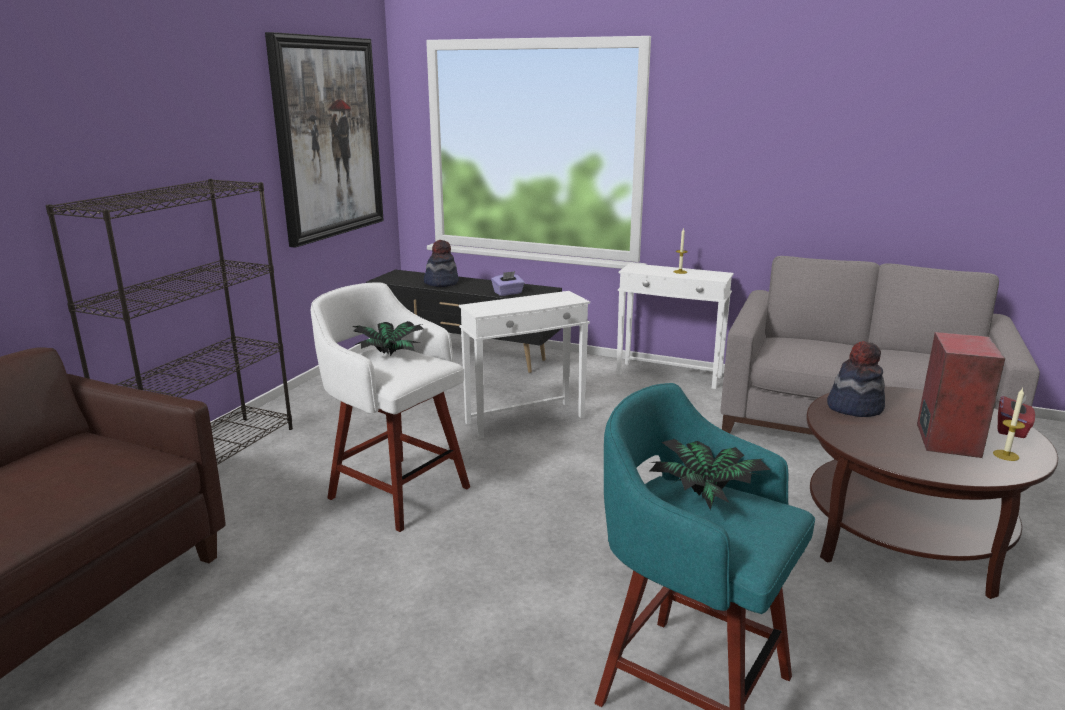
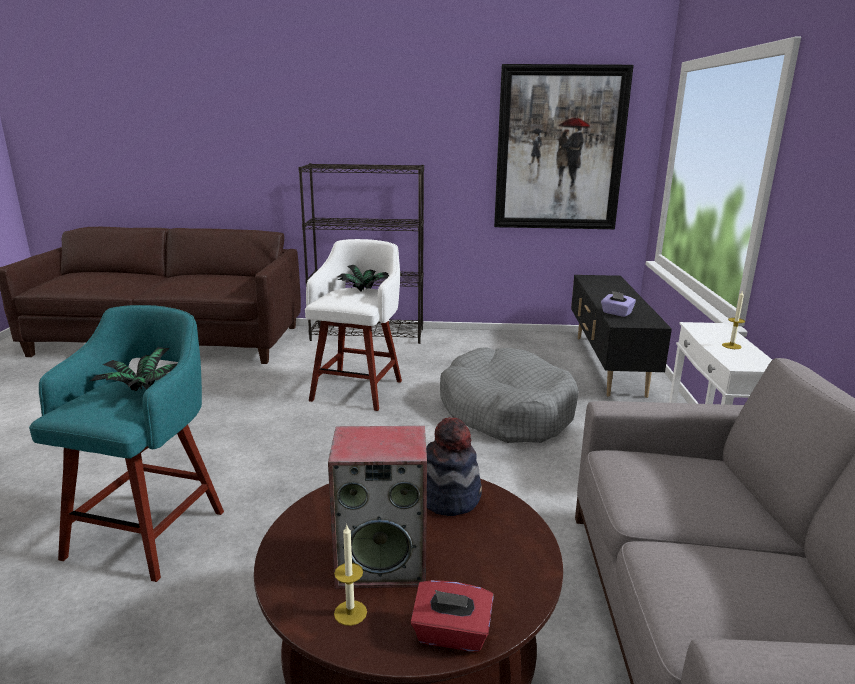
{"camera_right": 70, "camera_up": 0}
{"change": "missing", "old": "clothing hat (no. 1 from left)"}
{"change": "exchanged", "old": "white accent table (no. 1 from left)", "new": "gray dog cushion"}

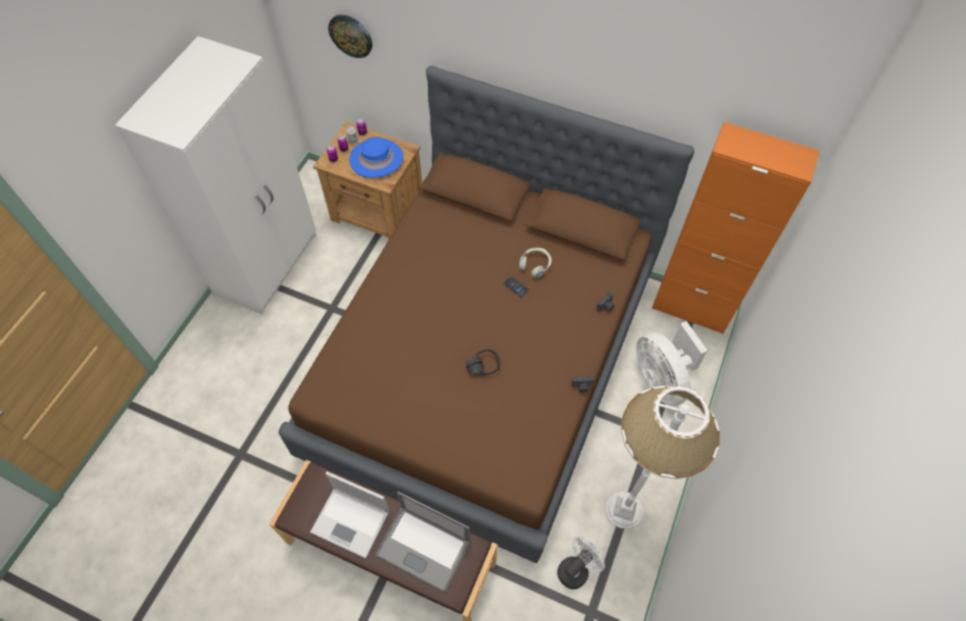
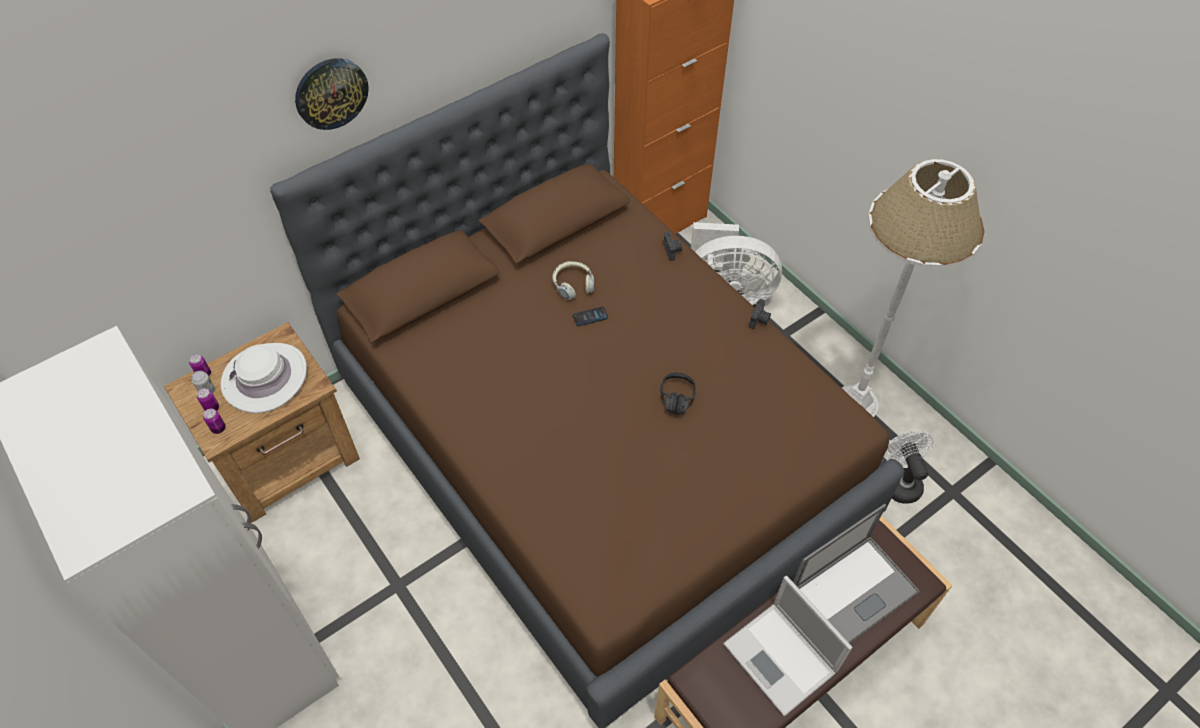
{"camera_right": -60, "camera_up": -5}
{"change": "spun", "old": "notebook computer (no. 1 from left)", "degrees": 90}
{"change": "relocated", "old": "hanging clock"}
{"change": "colour", "old": "blue-coloured clothing hat", "new": "white clothing hat"}

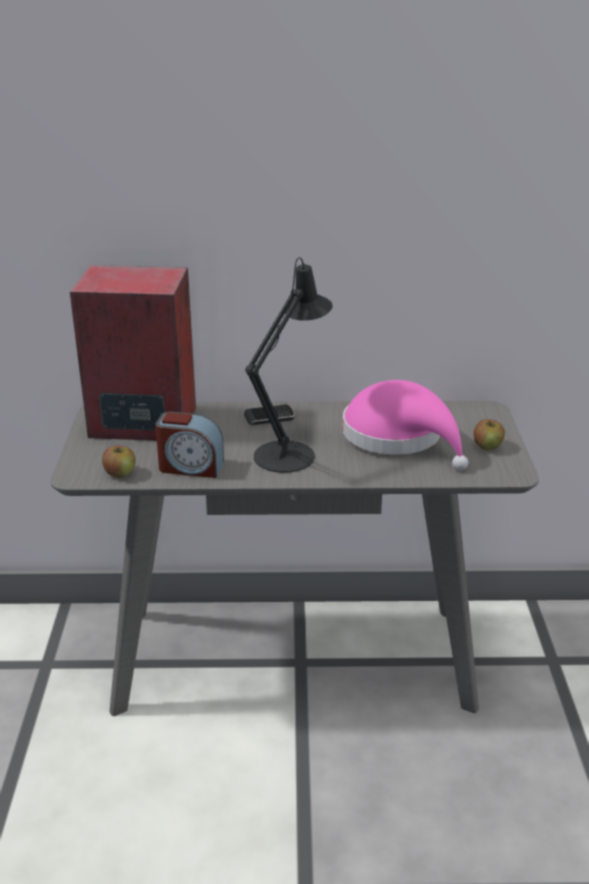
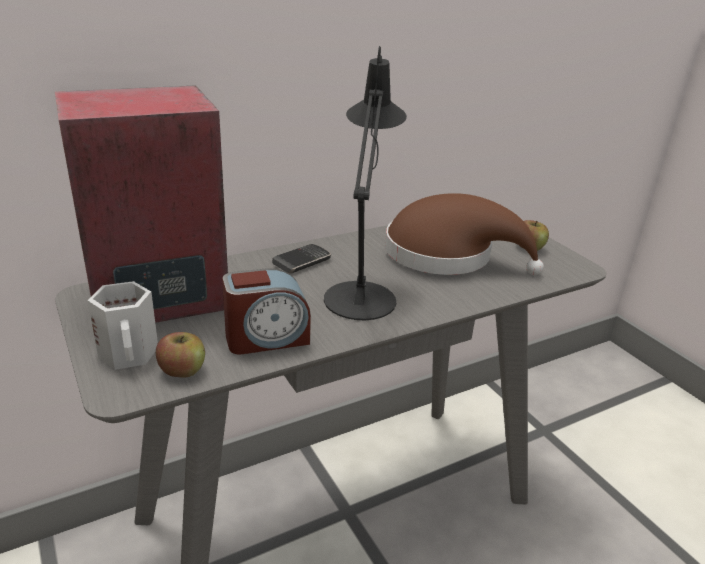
{"camera_right": -30, "camera_up": 0}
{"change": "colour", "old": "pink clothing hat", "new": "brown clothing hat"}
{"change": "appeared", "new": "white tea mug"}

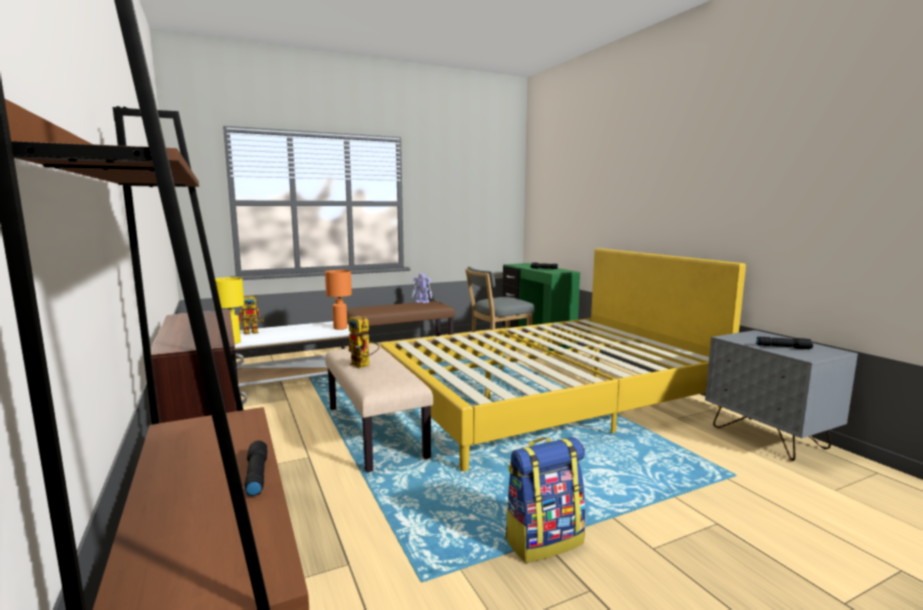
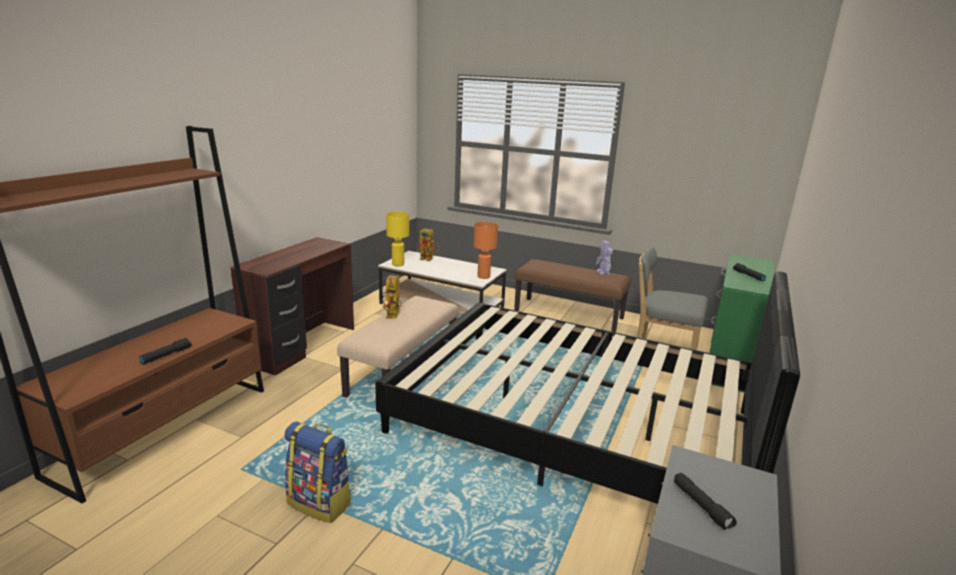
{"camera_right": 50, "camera_up": 10}
{"change": "colour", "old": "yellow bedroom bed", "new": "black-coloured bedroom bed"}

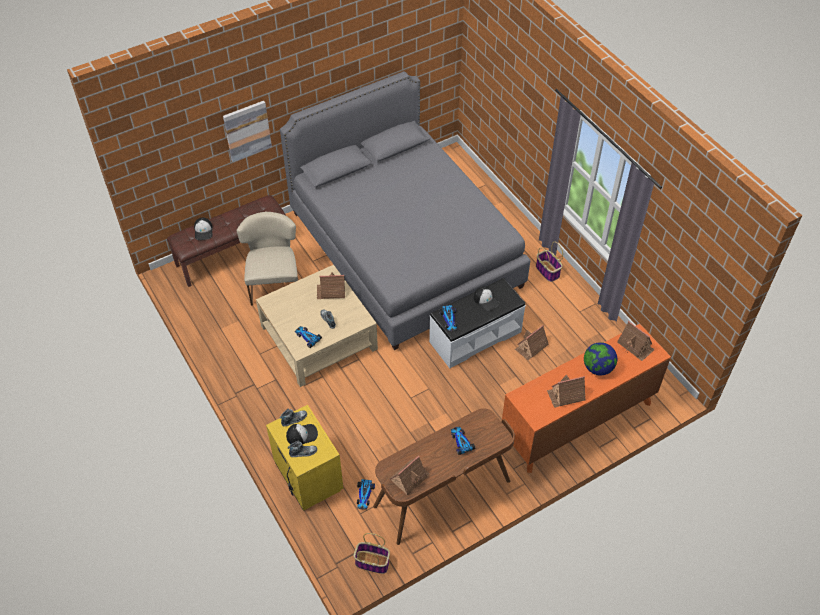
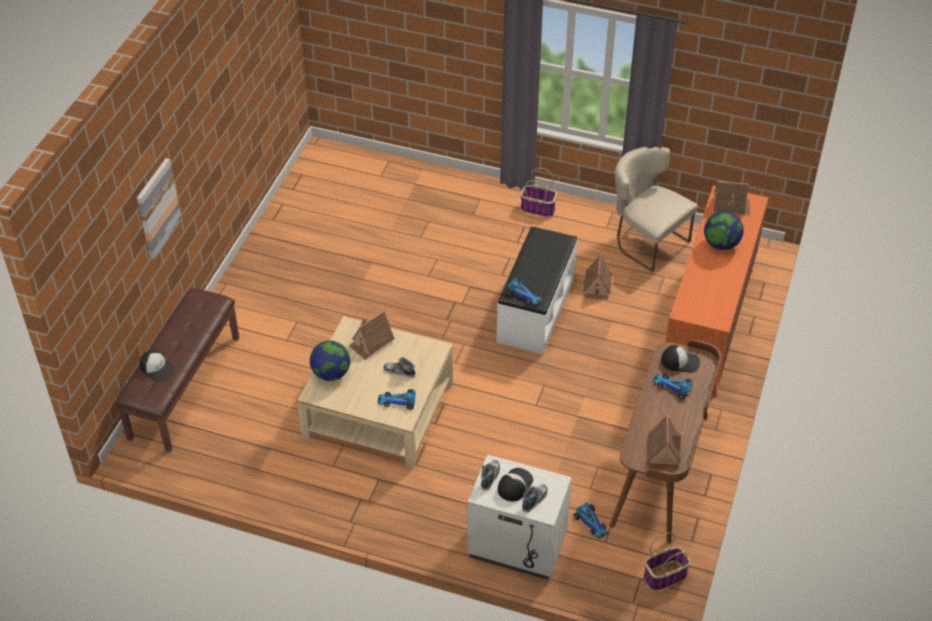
{"camera_right": -40, "camera_up": -5}
{"change": "relocated", "old": "beige-coloured chair"}
{"change": "colour", "old": "yellow night table", "new": "white night table"}
{"change": "missing", "old": "gray bedroom bed"}
{"change": "relocated", "old": "peaked cap (no. 3 from left)"}
{"change": "missing", "old": "model house (no. 4 from left)"}
{"change": "appeared", "new": "globe (no. 1 from left)"}

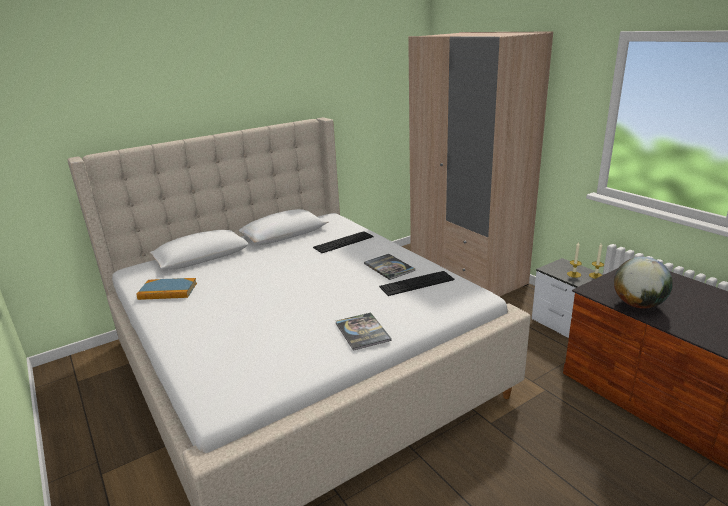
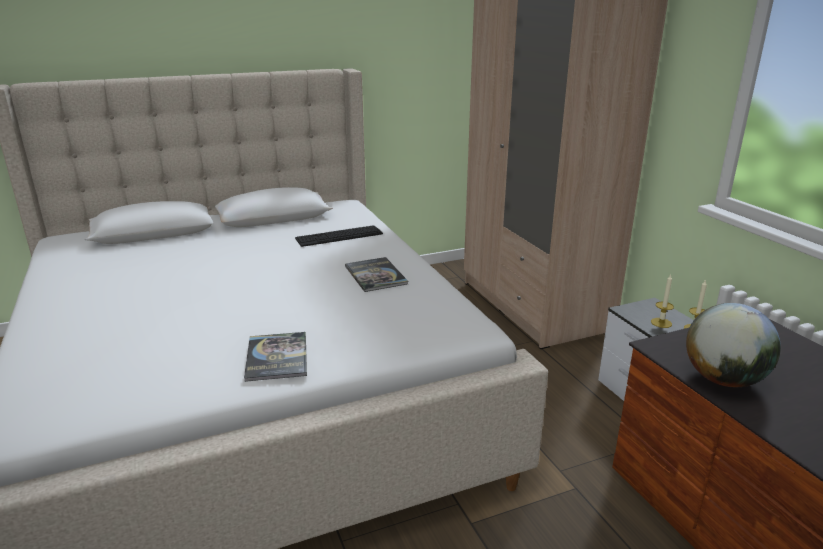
{"camera_right": 10, "camera_up": 0}
{"change": "missing", "old": "book (no. 1 from left)"}
{"change": "missing", "old": "keyboard (no. 2 from left)"}

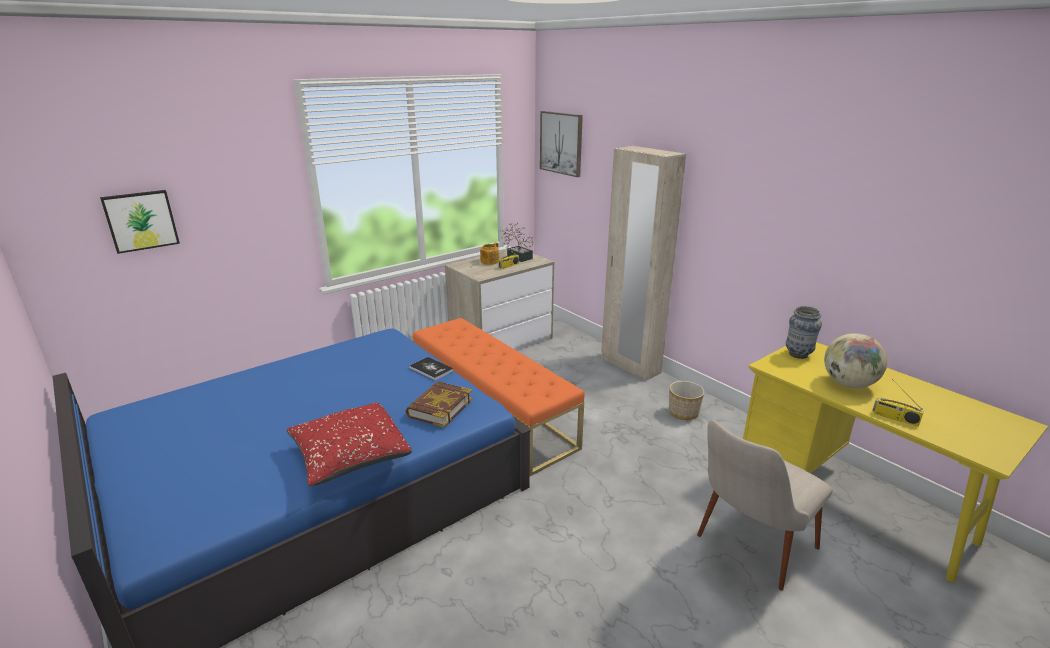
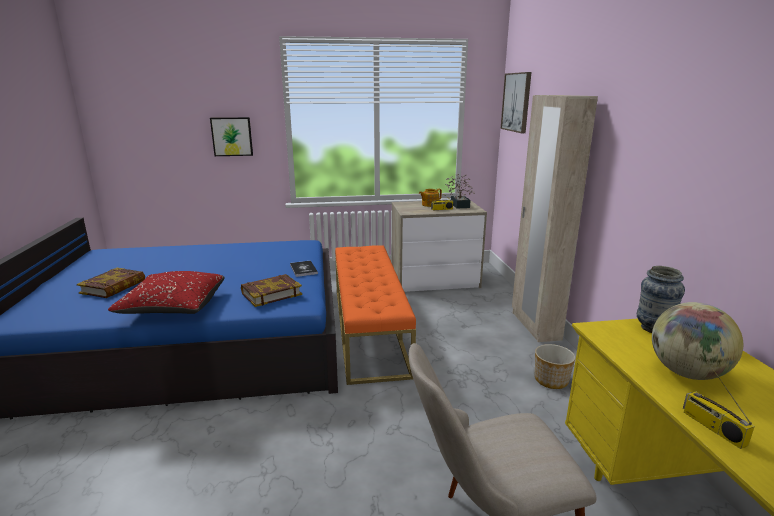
{"camera_right": 30, "camera_up": -5}
{"change": "relocated", "old": "wall art (no. 1 from left)"}
{"change": "appeared", "new": "book (no. 1 from left)"}

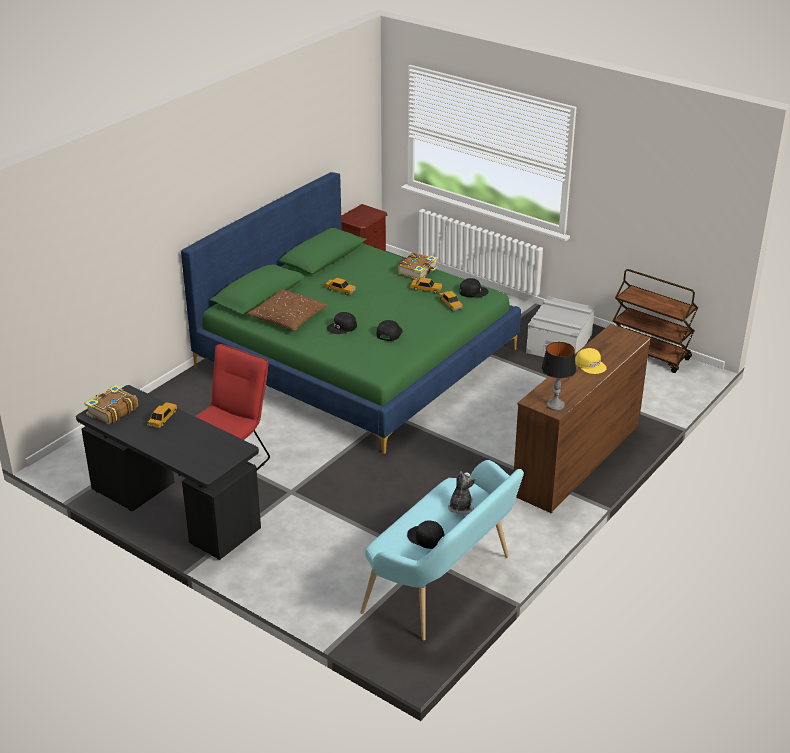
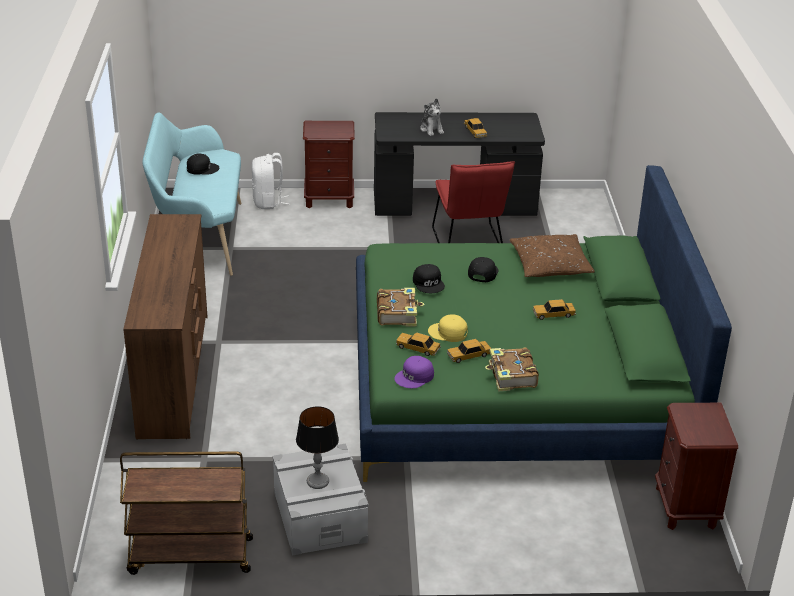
{"camera_right": 140, "camera_up": 0}
{"change": "relocated", "old": "book (no. 1 from left)"}
{"change": "relocated", "old": "cuddly toy"}
{"change": "colour", "old": "black-coloured peaked cap (no. 4 from left)", "new": "purplish peaked cap"}
{"change": "relocated", "old": "table lamp"}
{"change": "relocated", "old": "yellow peaked cap"}
{"change": "appeared", "new": "white backpack"}
{"change": "appeared", "new": "brown night table (no. 1 from left)"}

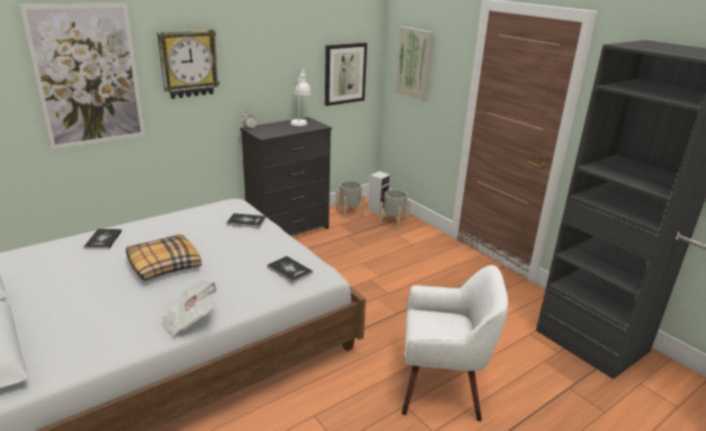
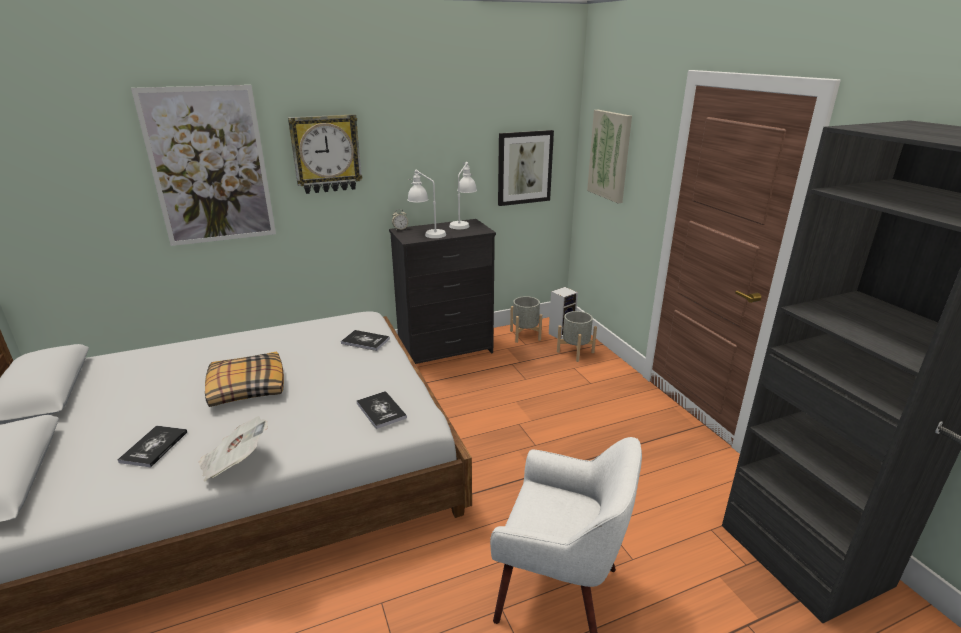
{"camera_right": 15, "camera_up": 0}
{"change": "relocated", "old": "book (no. 1 from left)"}
{"change": "appeared", "new": "white table lamp (no. 1 from left)"}

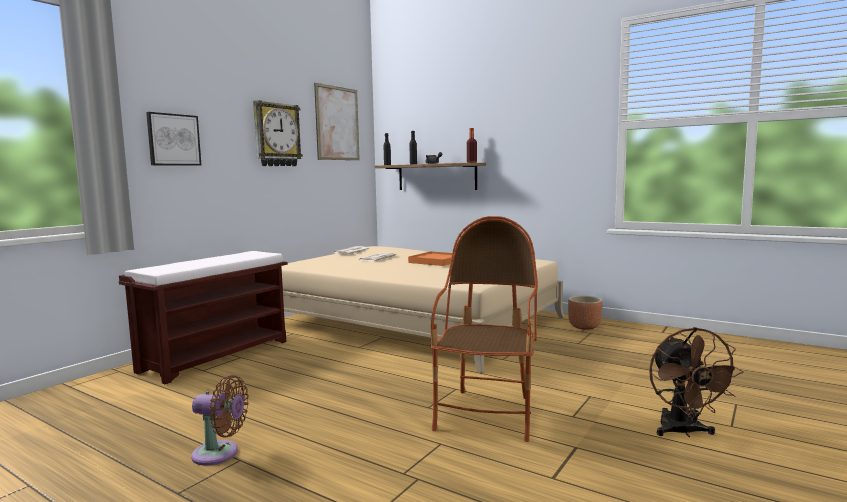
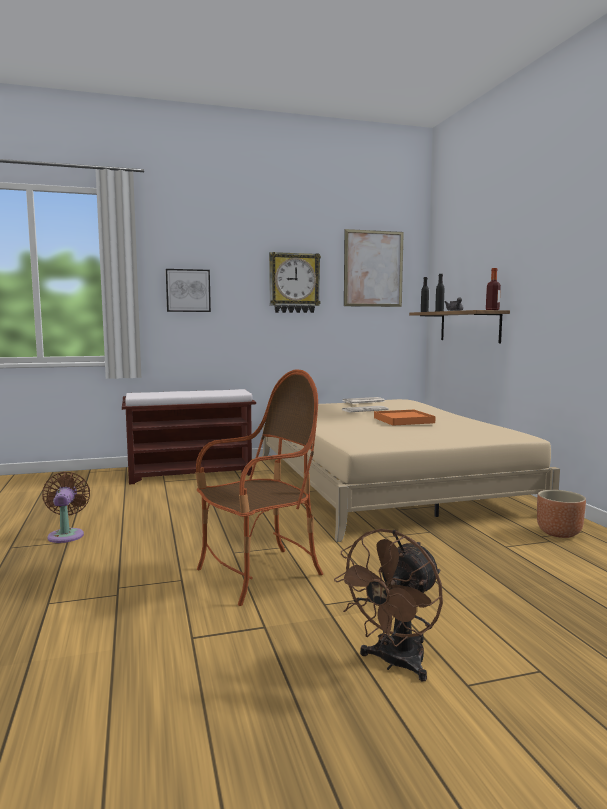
{"camera_right": 40, "camera_up": 0}
{"change": "spun", "old": "brown fan (no. 1 from left)", "degrees": -150}

